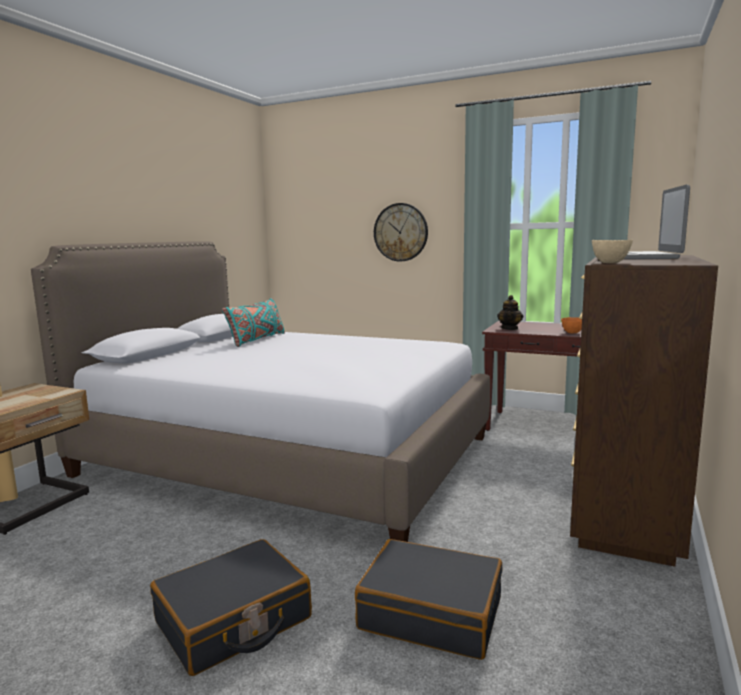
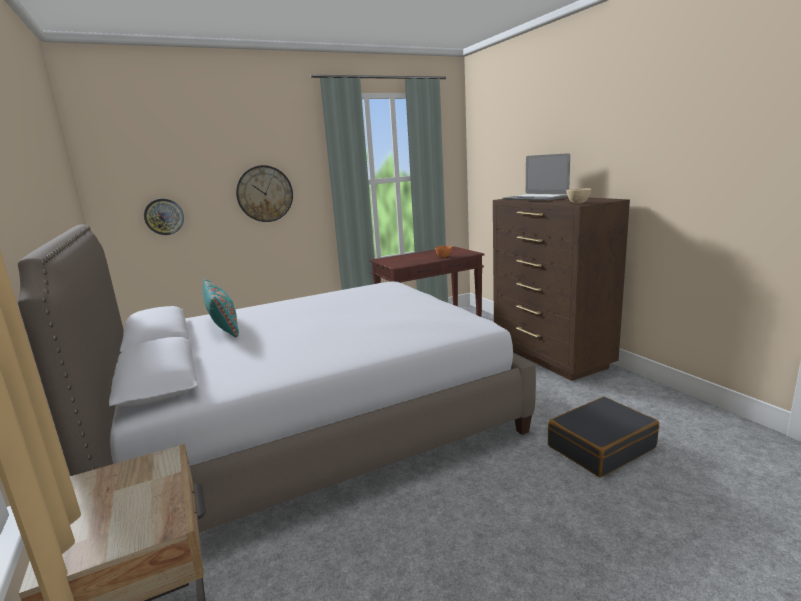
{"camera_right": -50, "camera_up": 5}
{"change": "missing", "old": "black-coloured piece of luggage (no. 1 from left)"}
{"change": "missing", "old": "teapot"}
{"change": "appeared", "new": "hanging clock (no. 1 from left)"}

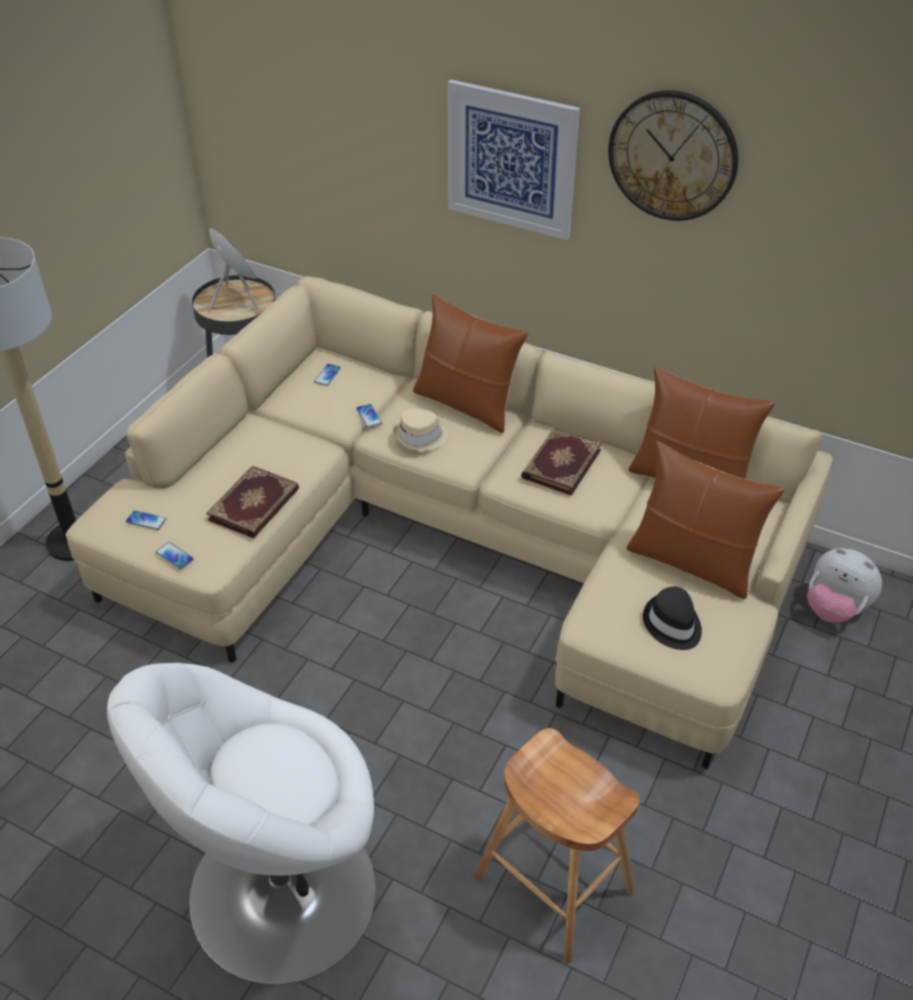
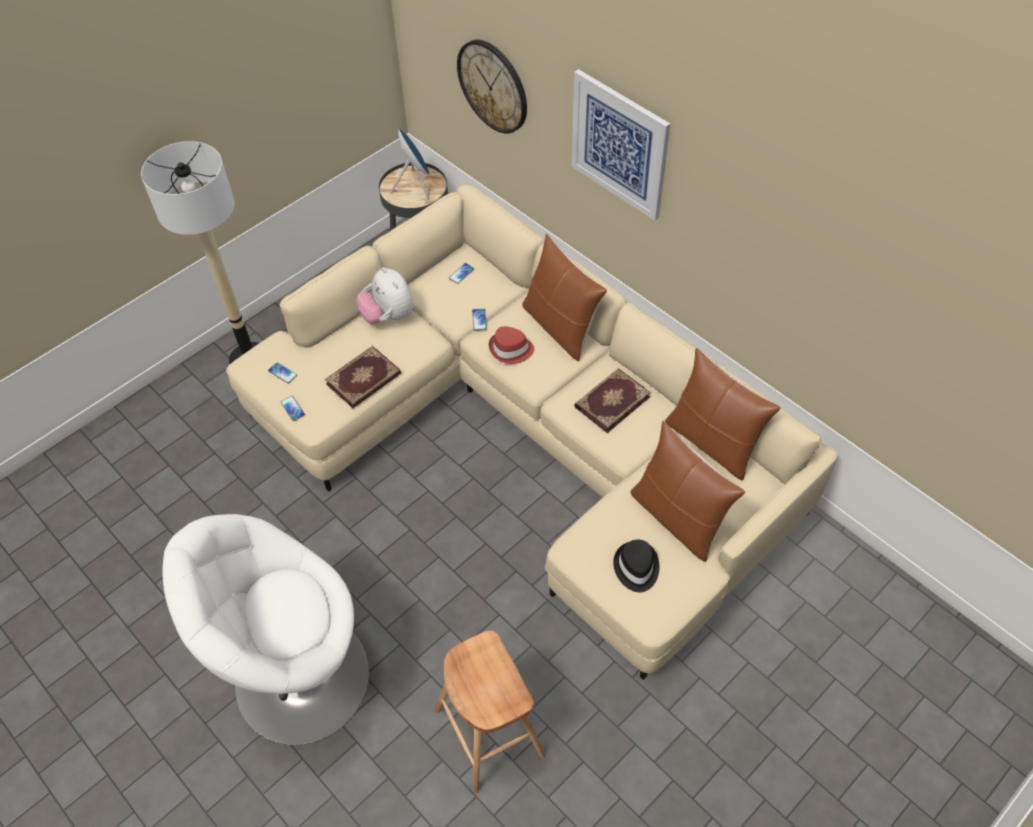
{"camera_right": 20, "camera_up": 10}
{"change": "colour", "old": "beige-coloured clothing hat", "new": "red-coloured clothing hat"}
{"change": "relocated", "old": "hanging clock"}
{"change": "relocated", "old": "cuddly toy"}

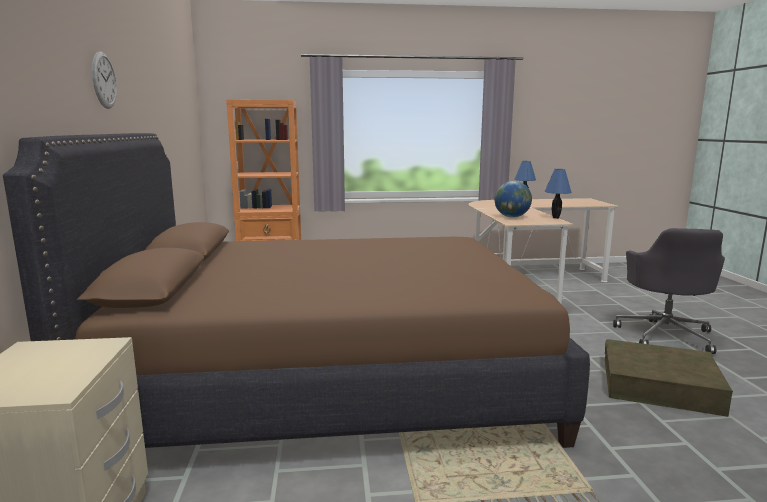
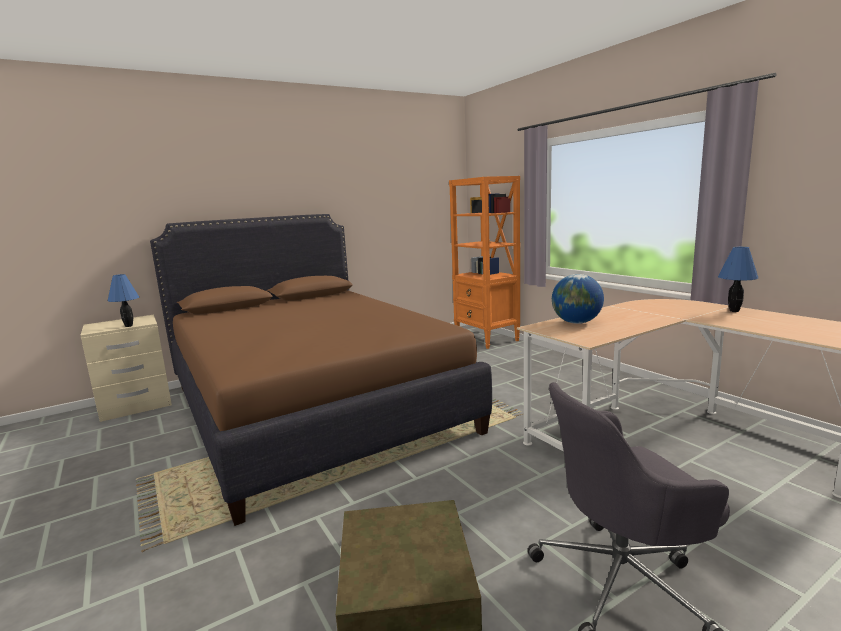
{"camera_right": 65, "camera_up": 0}
{"change": "missing", "old": "hanging clock"}
{"change": "relocated", "old": "blue-coloured table lamp (no. 2 from left in the first image)", "new": "blue-coloured table lamp (no. 1 from left)"}

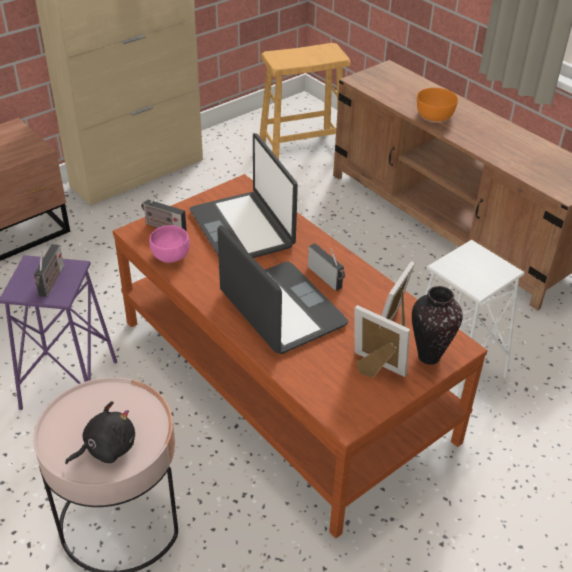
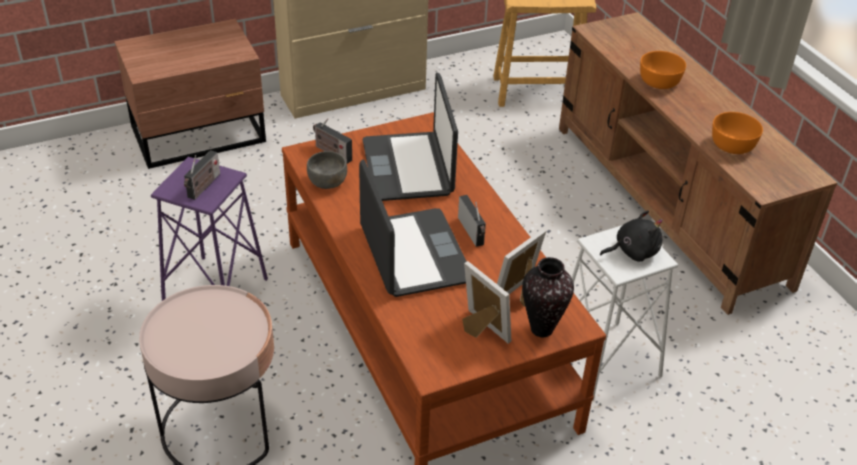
{"camera_right": 15, "camera_up": 0}
{"change": "relocated", "old": "black-coloured cuddly toy"}
{"change": "colour", "old": "pink serving bowl", "new": "gray serving bowl"}
{"change": "appeared", "new": "orange serving bowl (no. 2 from left)"}

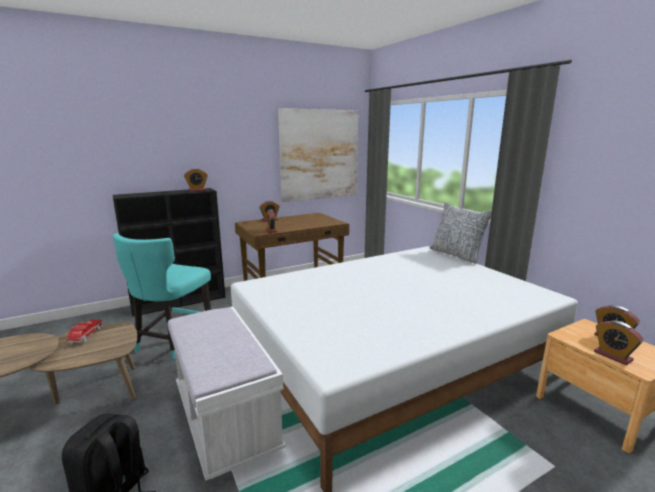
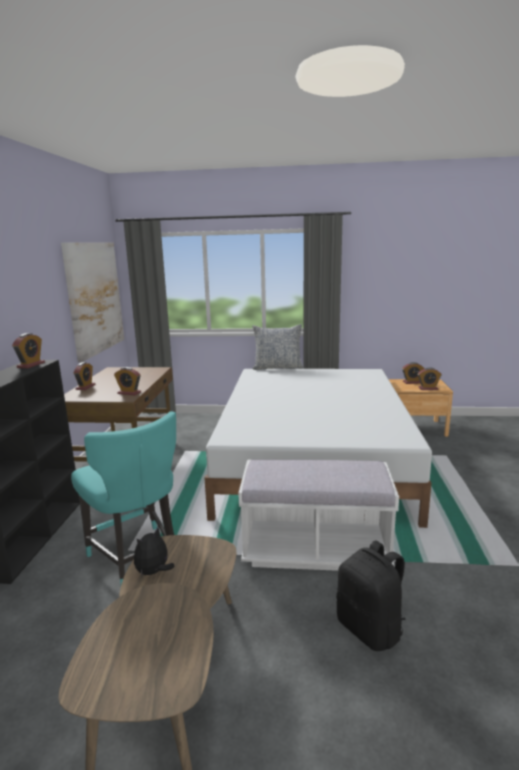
{"camera_right": -55, "camera_up": 0}
{"change": "exchanged", "old": "toy truck", "new": "cuddly toy"}

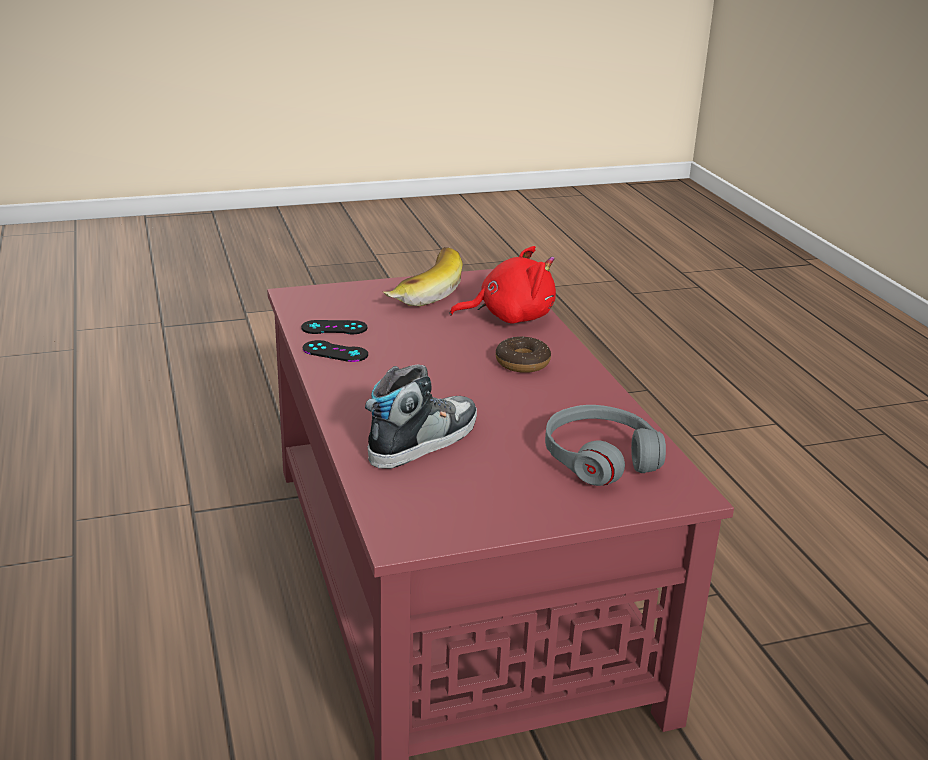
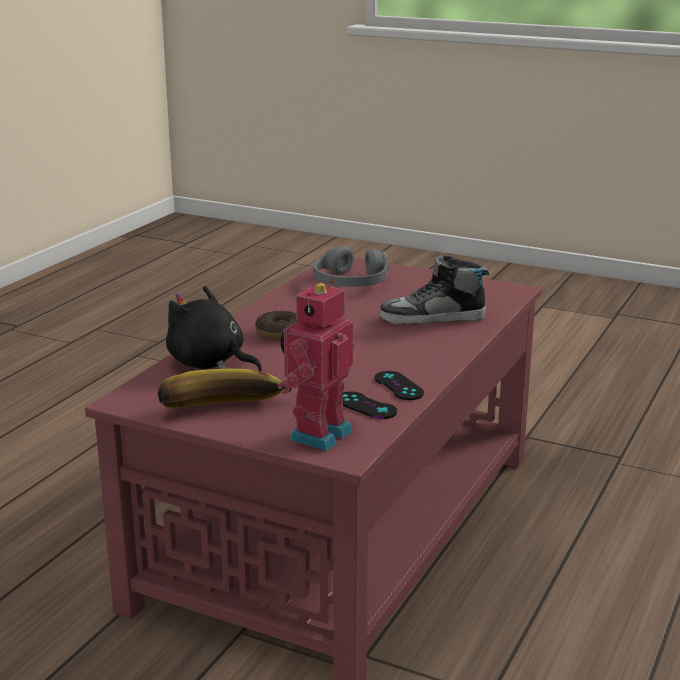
{"camera_right": -135, "camera_up": -5}
{"change": "colour", "old": "red-coloured cuddly toy", "new": "black-coloured cuddly toy"}
{"change": "appeared", "new": "model robot"}

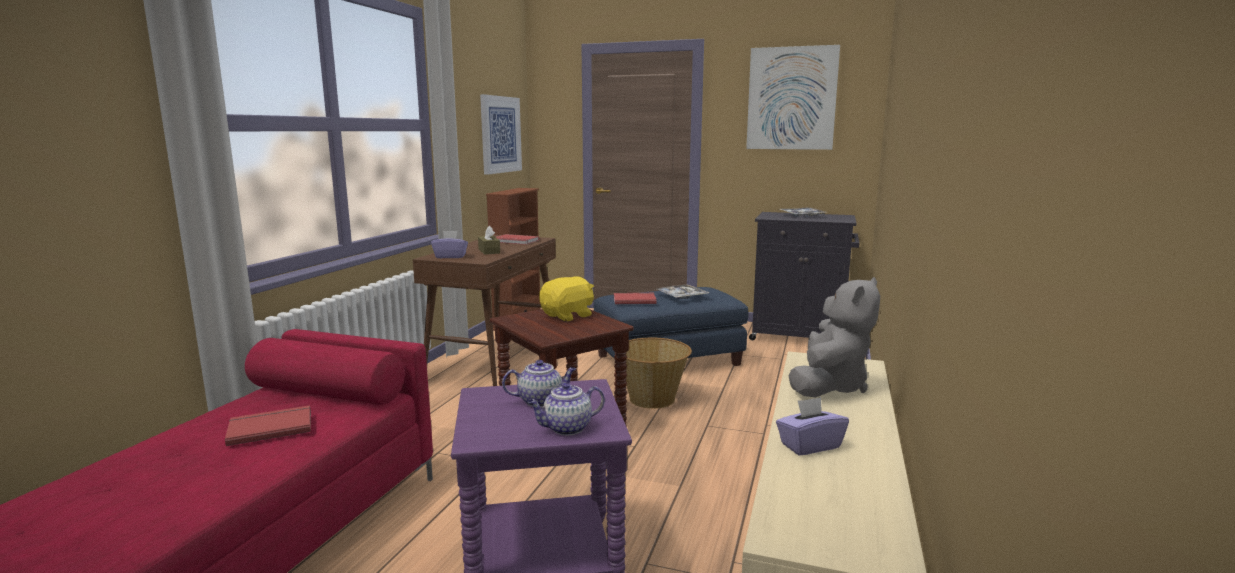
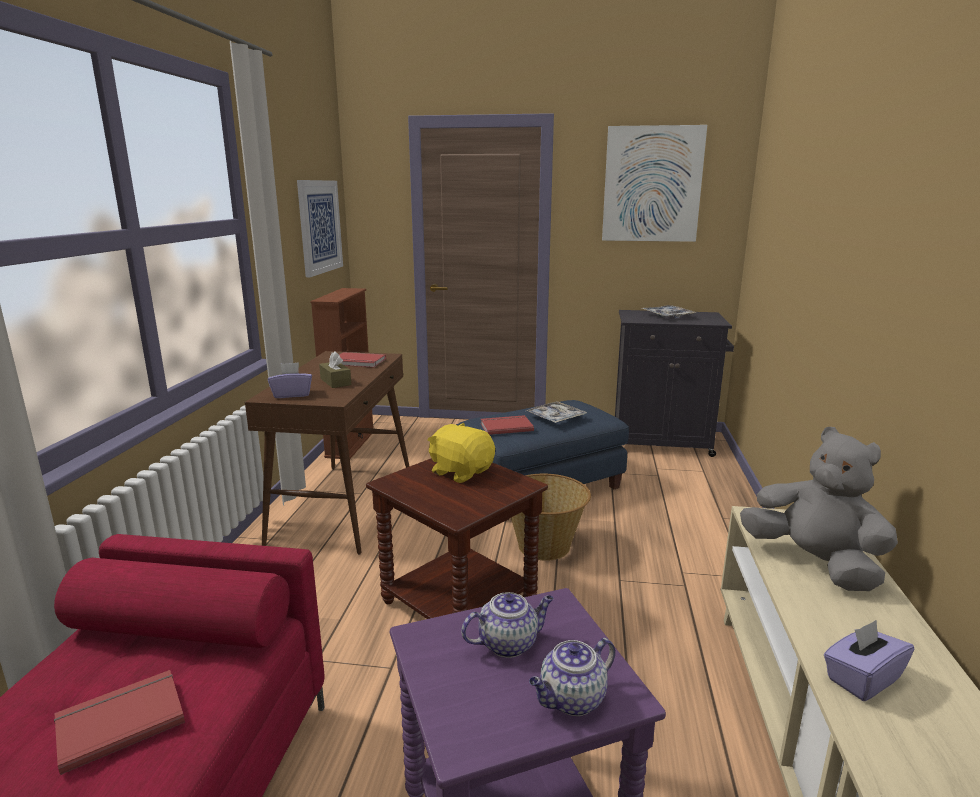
{"camera_right": -10, "camera_up": 5}
{"change": "spun", "old": "yellow cuddly toy", "degrees": -90}
{"change": "spun", "old": "gray cuddly toy", "degrees": -60}

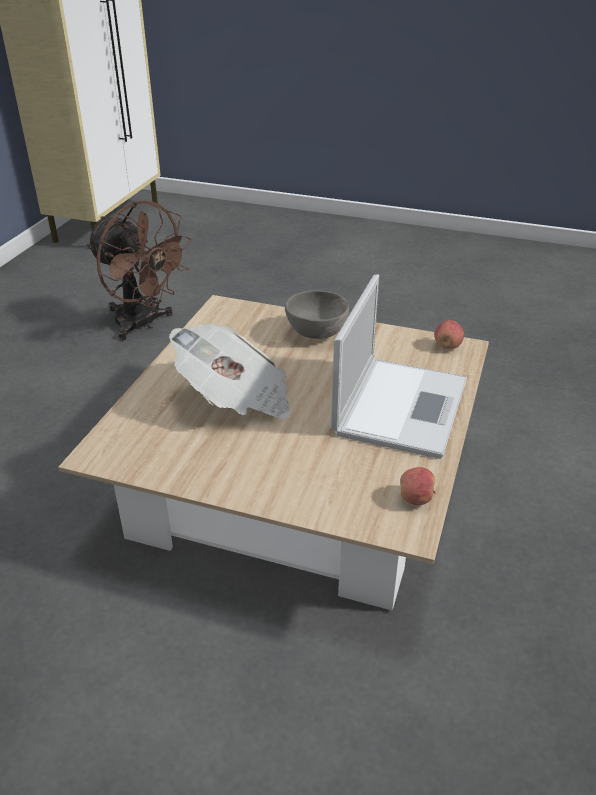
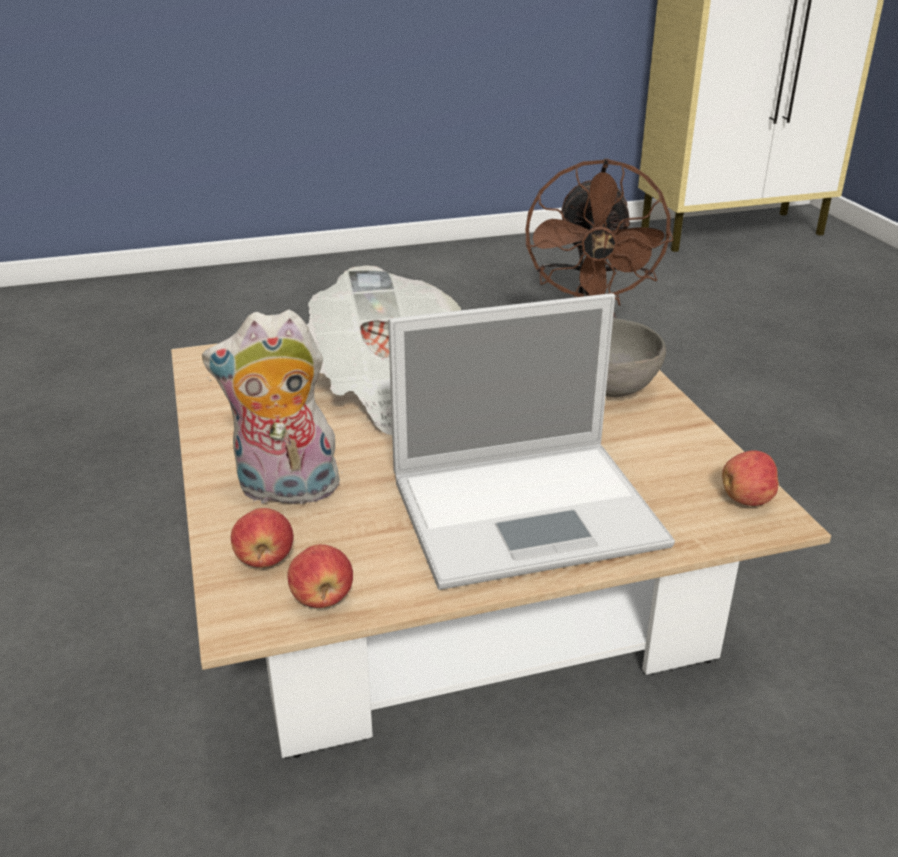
{"camera_right": 55, "camera_up": -5}
{"change": "appeared", "new": "cuddly toy"}
{"change": "appeared", "new": "apple fruit (no. 1 from left)"}

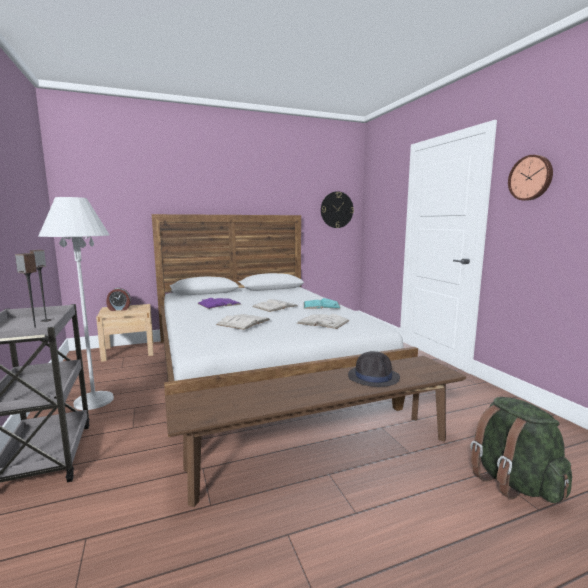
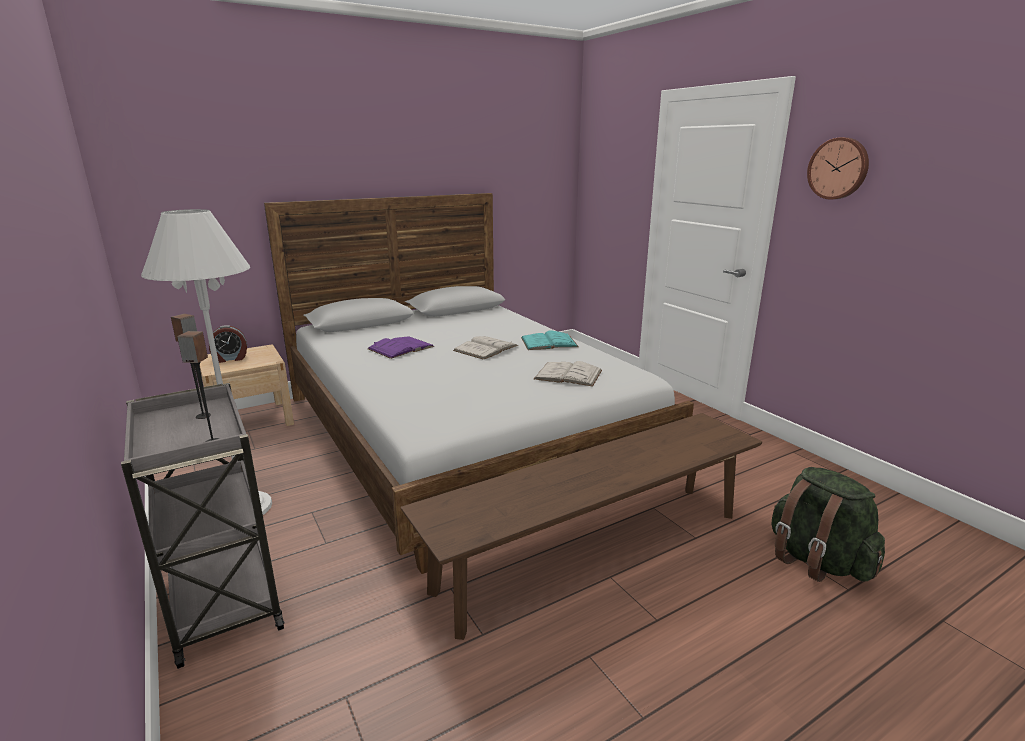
{"camera_right": -10, "camera_up": 10}
{"change": "missing", "old": "white book (no. 1 from left)"}
{"change": "missing", "old": "hanging clock (no. 1 from left)"}
{"change": "missing", "old": "black-coloured clothing hat"}

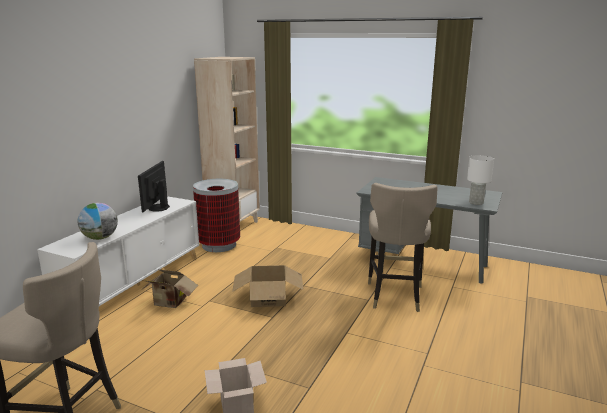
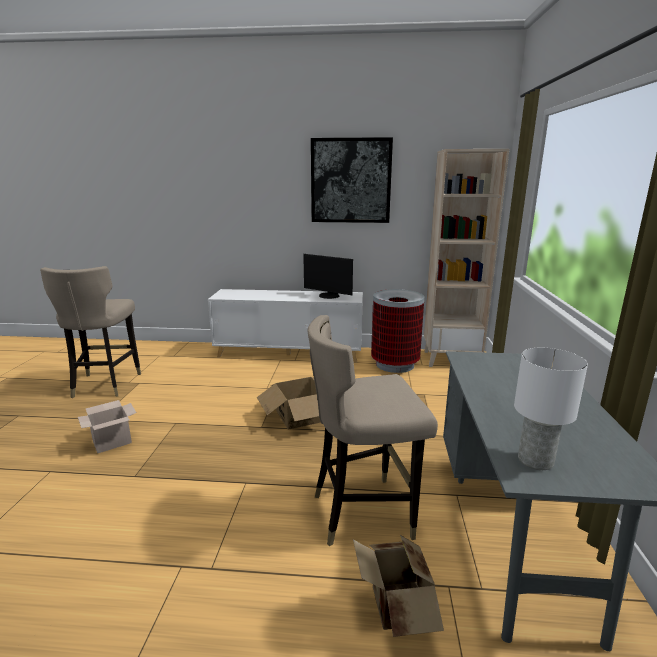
{"camera_right": 70, "camera_up": 0}
{"change": "missing", "old": "globe"}
{"change": "spun", "old": "computer screen", "degrees": -135}
{"change": "relocated", "old": "cardboard box (no. 1 from left in the first image)", "new": "cardboard box (no. 3 from left)"}
{"change": "appeared", "new": "wall art"}

